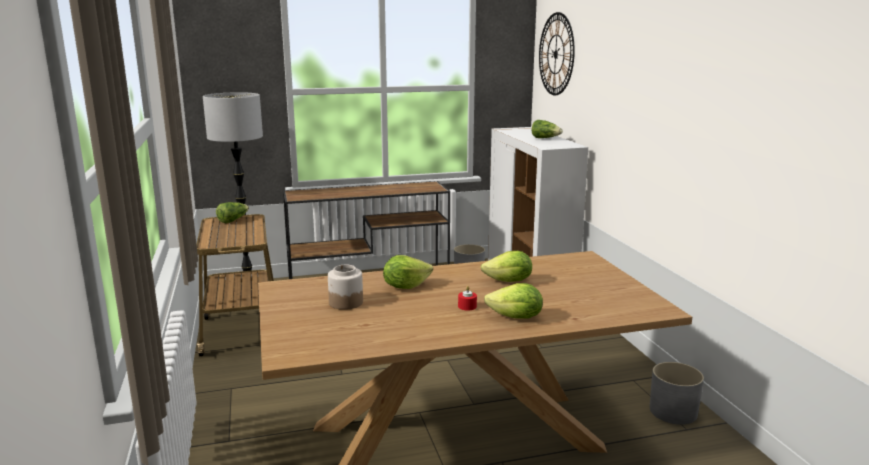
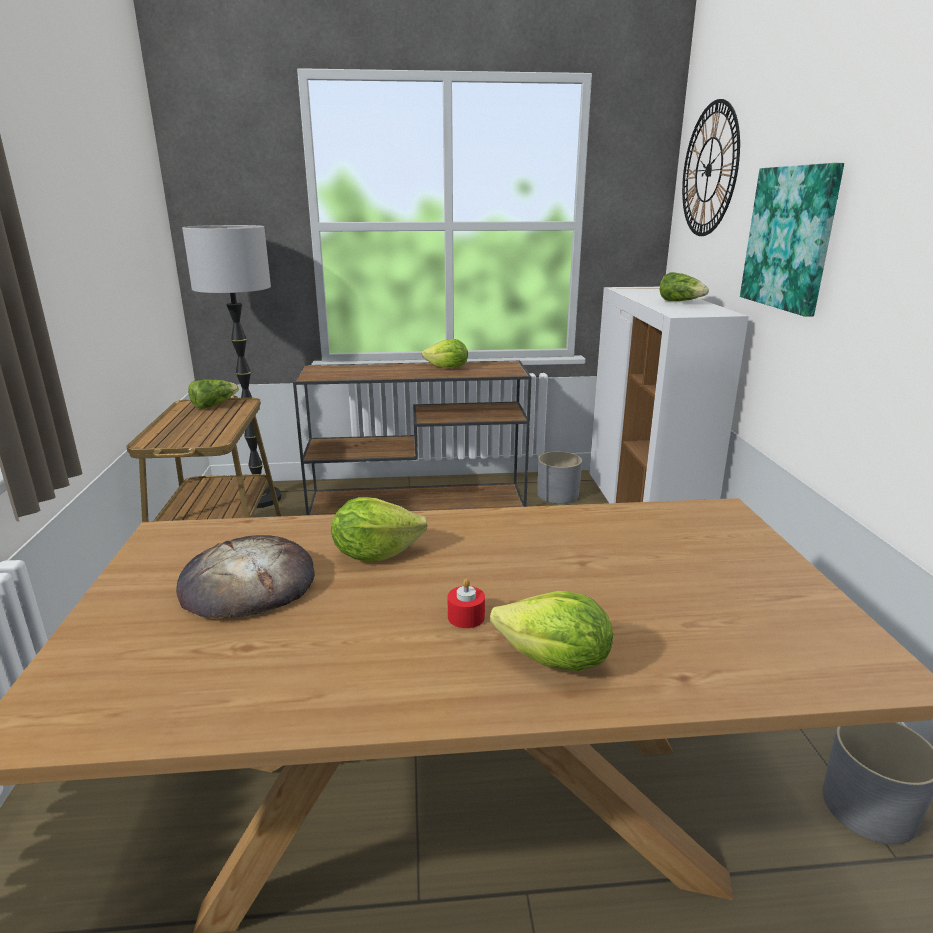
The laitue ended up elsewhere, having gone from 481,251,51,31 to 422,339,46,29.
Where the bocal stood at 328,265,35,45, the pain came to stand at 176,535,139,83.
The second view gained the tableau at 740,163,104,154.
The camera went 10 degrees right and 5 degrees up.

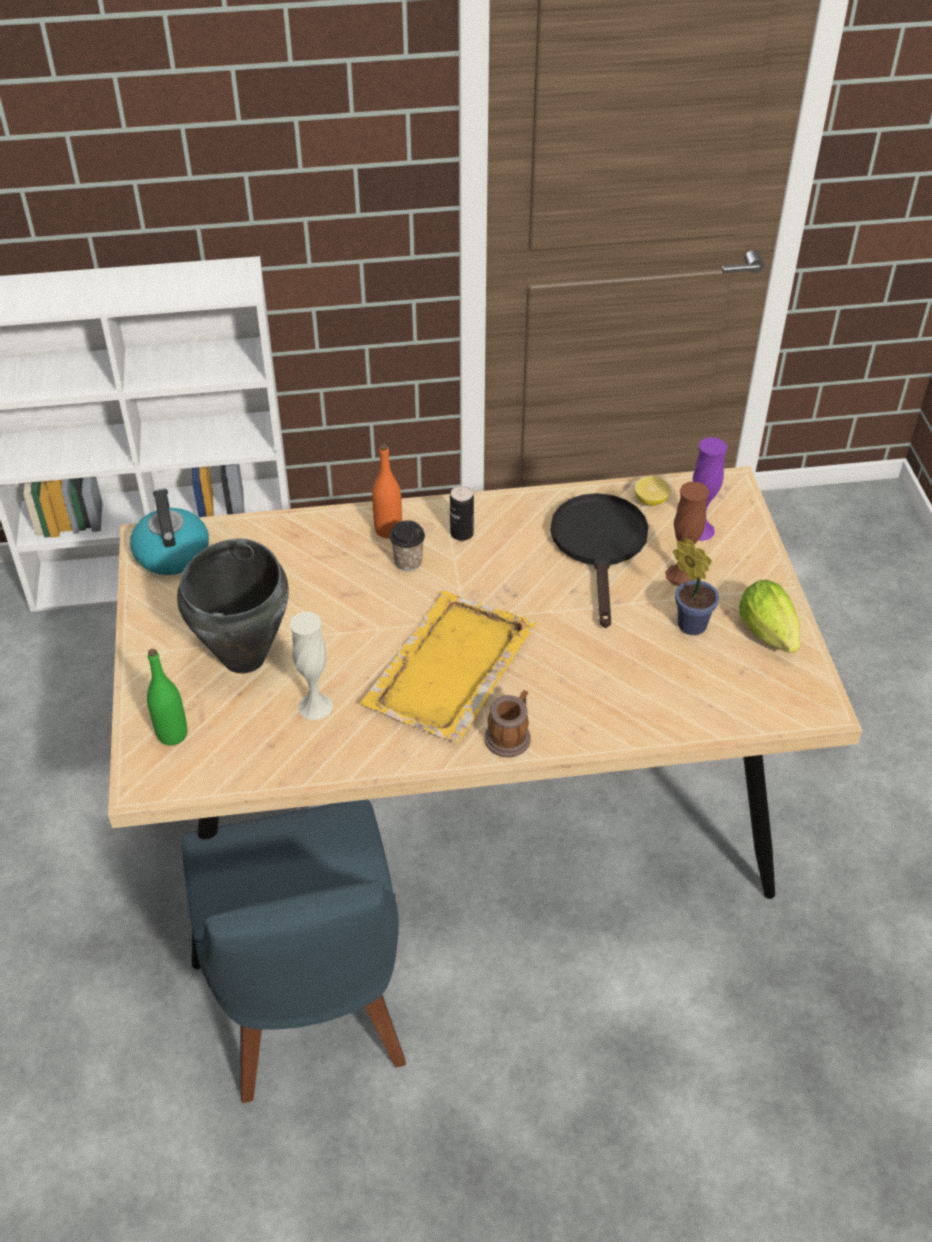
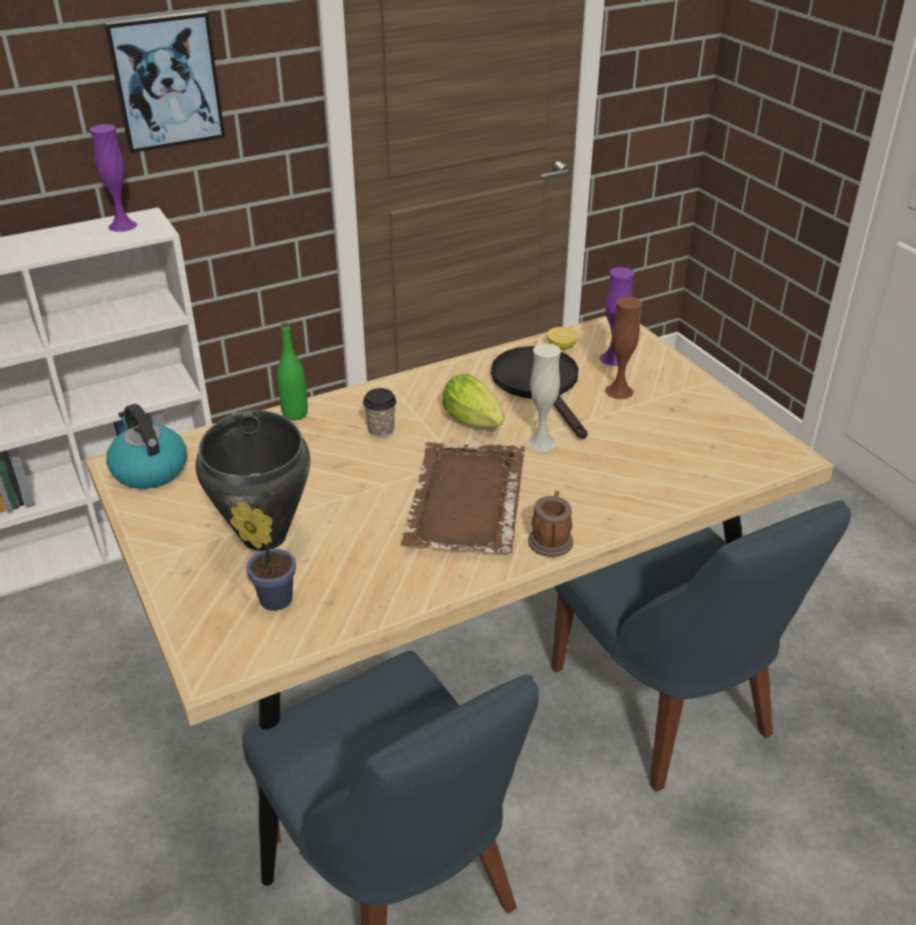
The second view lost the bouteille/orange at 372,444,30,95.
The second view lost the boîte métallique at 450,486,24,55.
The plante en pot ended up elsewhere, having gone from 673,538,46,97 to 230,502,66,109.
The laitue ended up elsewhere, having gone from 739,580,61,73 to 442,374,63,54.
What was the plateau/jaune at 360,591,176,152 turned into the plateau/marron at 401,442,124,111.
The vase/blanc ended up elsewhere, having gone from 289,612,44,108 to 526,343,35,109.
The bouteille/vert ended up elsewhere, having gone from 147,649,40,96 to 277,322,31,98.
The second view gained the tableau at 104,11,121,142.
The second view gained the vase/violet at 89,124,48,108.
The second view gained the chaise/bleu at 551,500,300,292.
The camera went 20 degrees left and 10 degrees down.

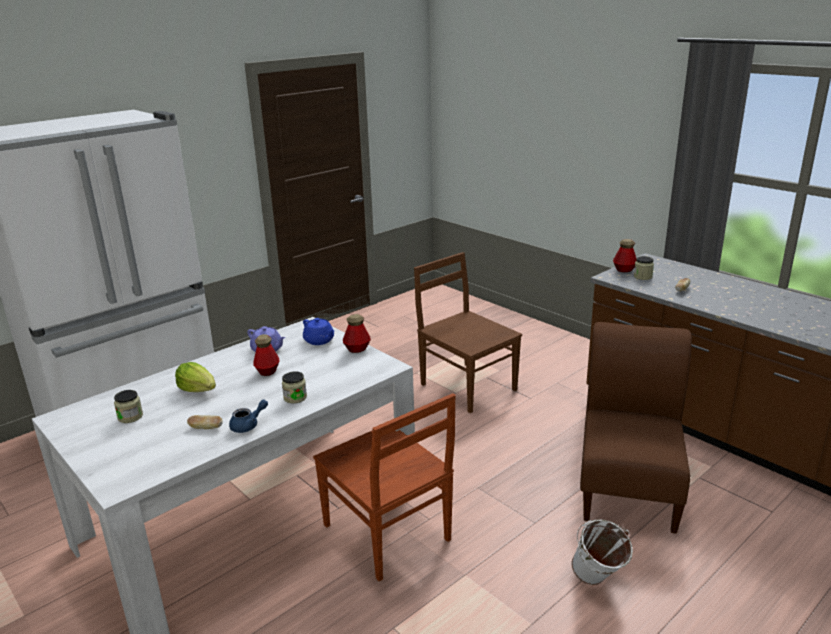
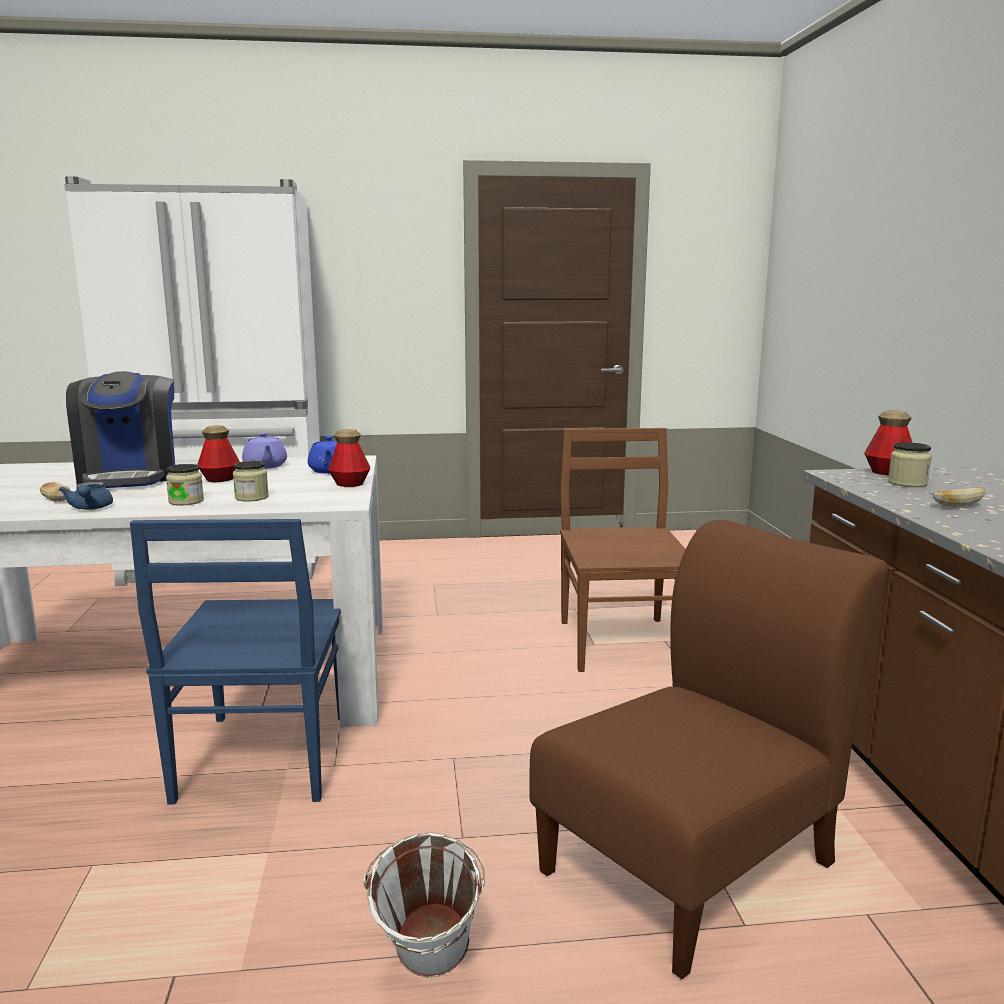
Where the laitue stood at 175,362,41,30, the machine à café came to stand at 66,371,109,117.
The bocal ended up elsewhere, having gone from 114,390,29,33 to 233,461,36,41.
What was the chaise/marron at 313,393,143,188 turned into the chaise/bleu at 130,519,211,285.
The théière/bleu at 229,400,39,33 ended up facing another way, 75 degrees clockwise from before.
The camera went 35 degrees right and 10 degrees down.

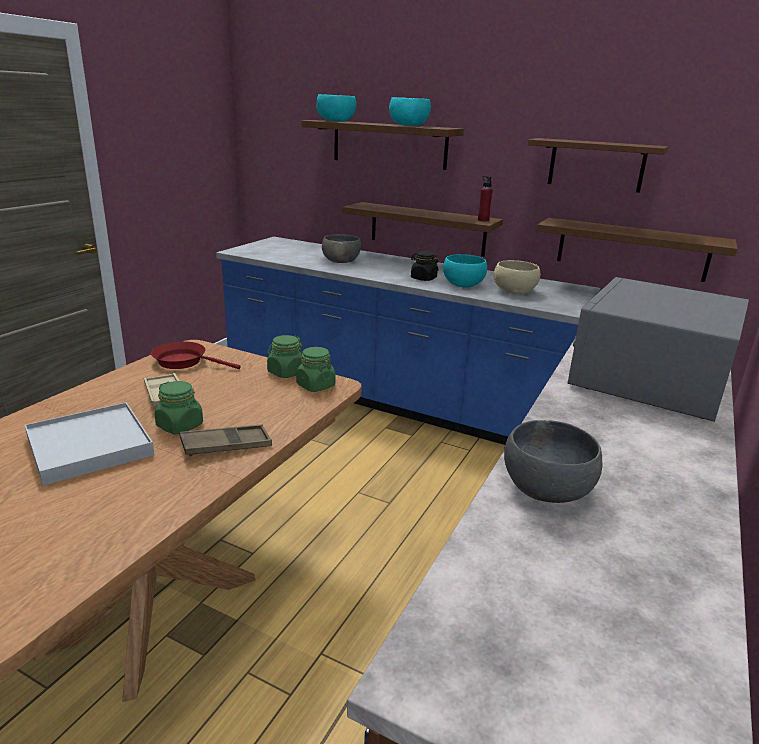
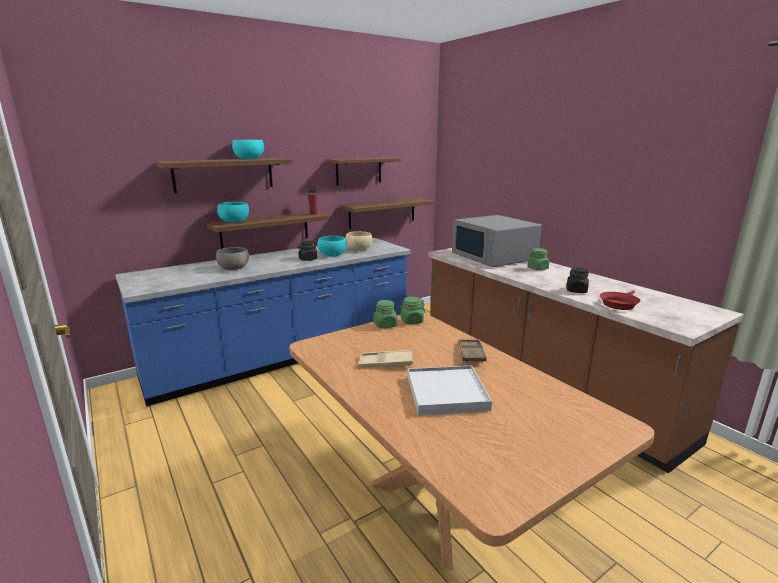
The bol/turquoise ended up elsewhere, having gone from 316,94,40,28 to 217,202,32,21.
The poêle/rouge ended up elsewhere, having gone from 151,341,90,28 to 600,291,41,19.
The bocal/vert ended up elsewhere, having gone from 155,381,48,53 to 528,248,21,22.
Where the bol/gris stood at 504,420,98,83, the bocal/noir came to stand at 567,267,22,26.
The camera went 60 degrees left and 5 degrees down.

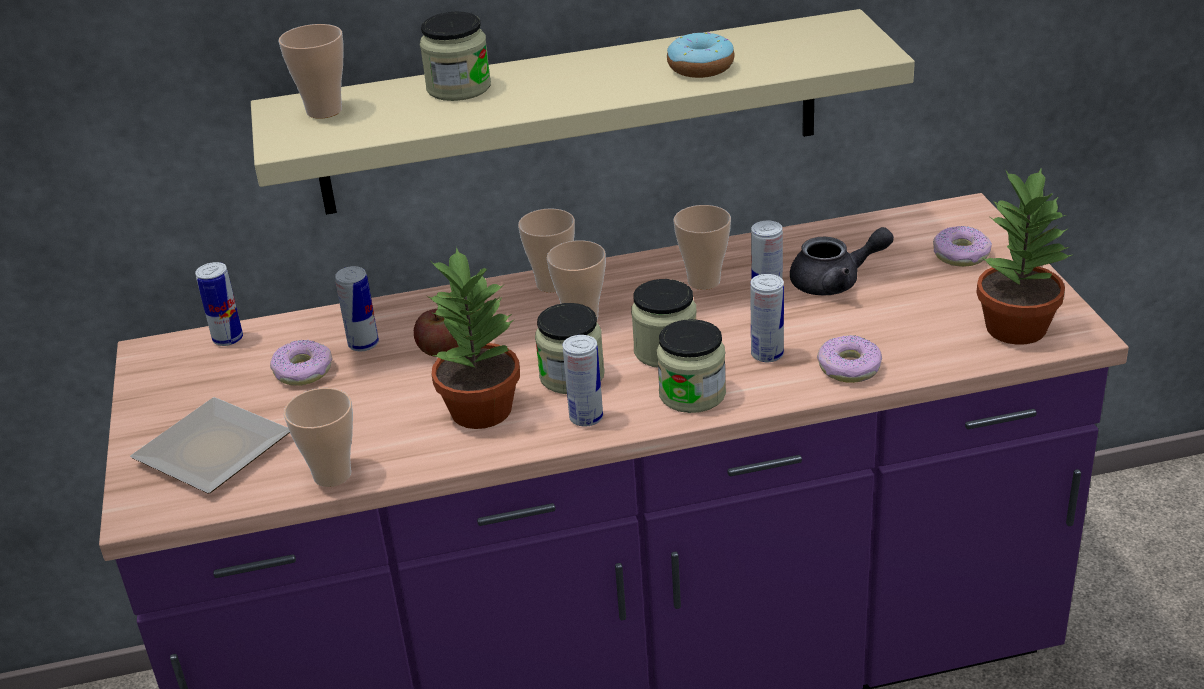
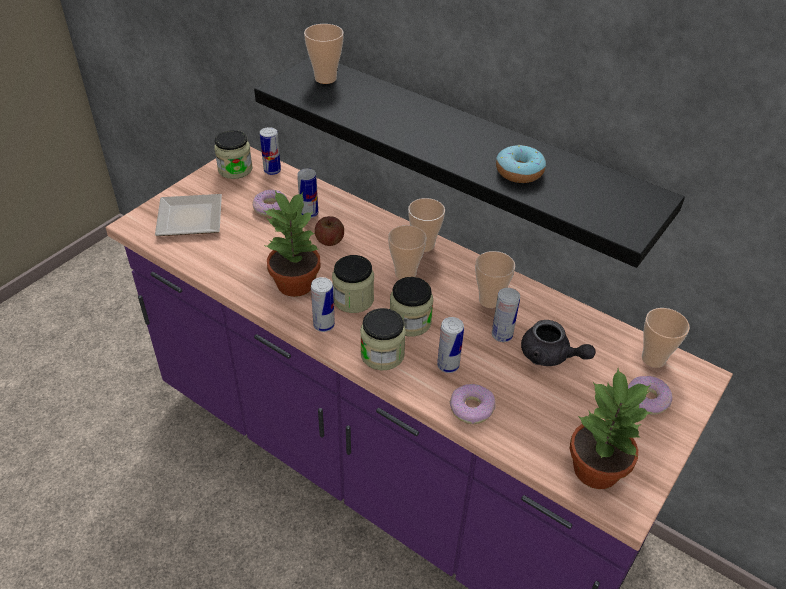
What was the étagère/beige at 251,9,664,206 turned into the étagère/noir at 254,57,431,211.
The bocal ended up elsewhere, having gone from 420,12,71,89 to 214,130,38,49.
The tasse ended up elsewhere, having gone from 284,388,69,99 to 642,308,48,60.
The camera went 45 degrees right and 10 degrees up.

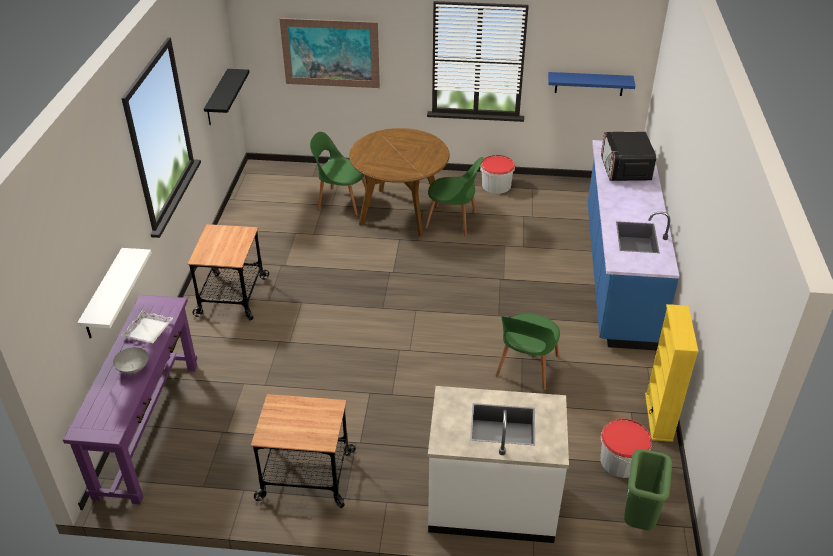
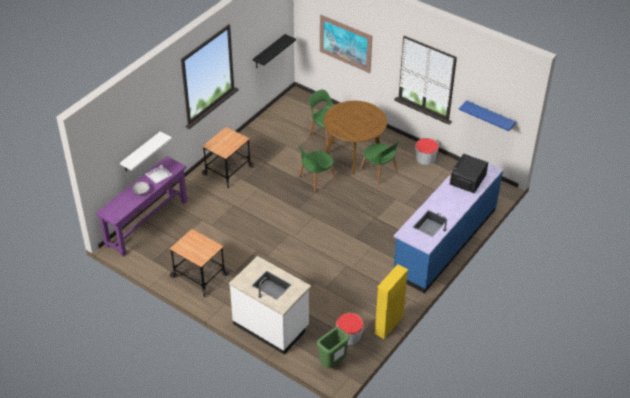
The chaise/vert ended up elsewhere, having gone from 496,314,64,76 to 298,145,39,47.
The camera went 30 degrees right and 5 degrees up.

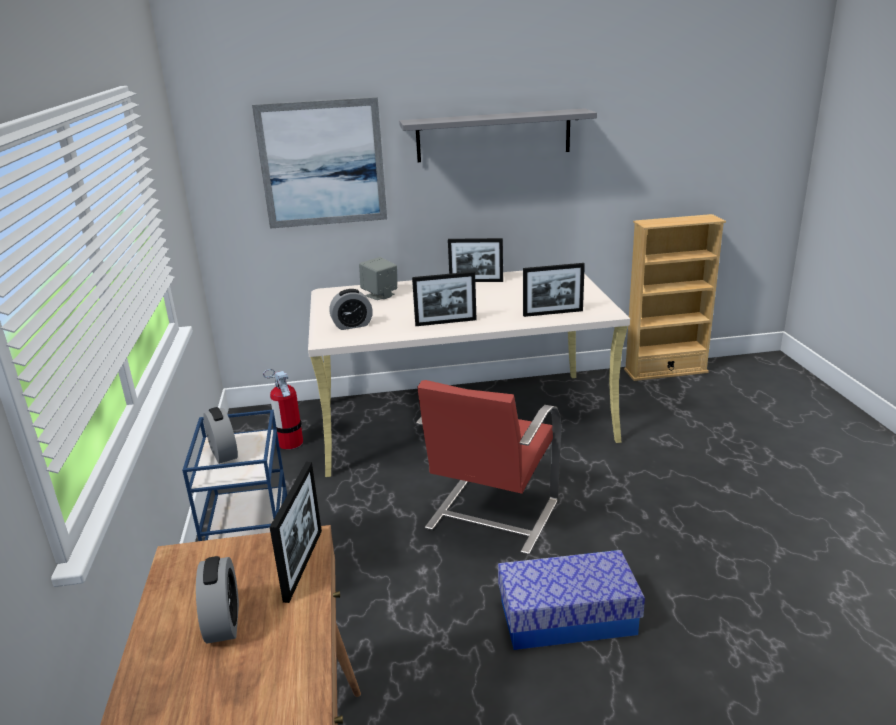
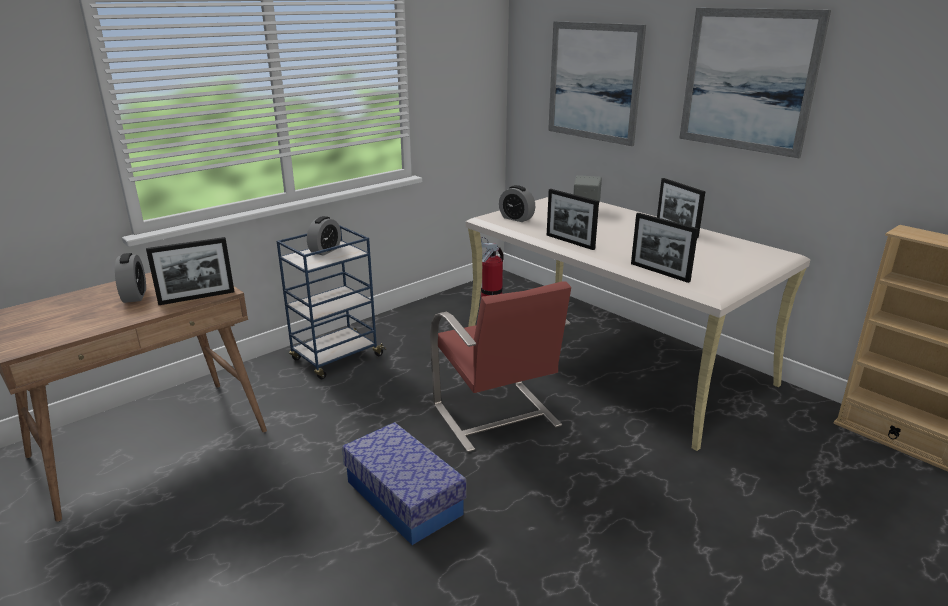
Where the étagère/gris hung at 399,108,198,54, the tableau came to hang at 679,8,152,150.
The chaise/rouge at 416,380,145,175 ended up facing another way, 105 degrees counterclockwise from before.
The réveil at 196,556,43,88 ended up facing another way, 60 degrees counterclockwise from before.
The camera went 55 degrees right and 0 degrees up.

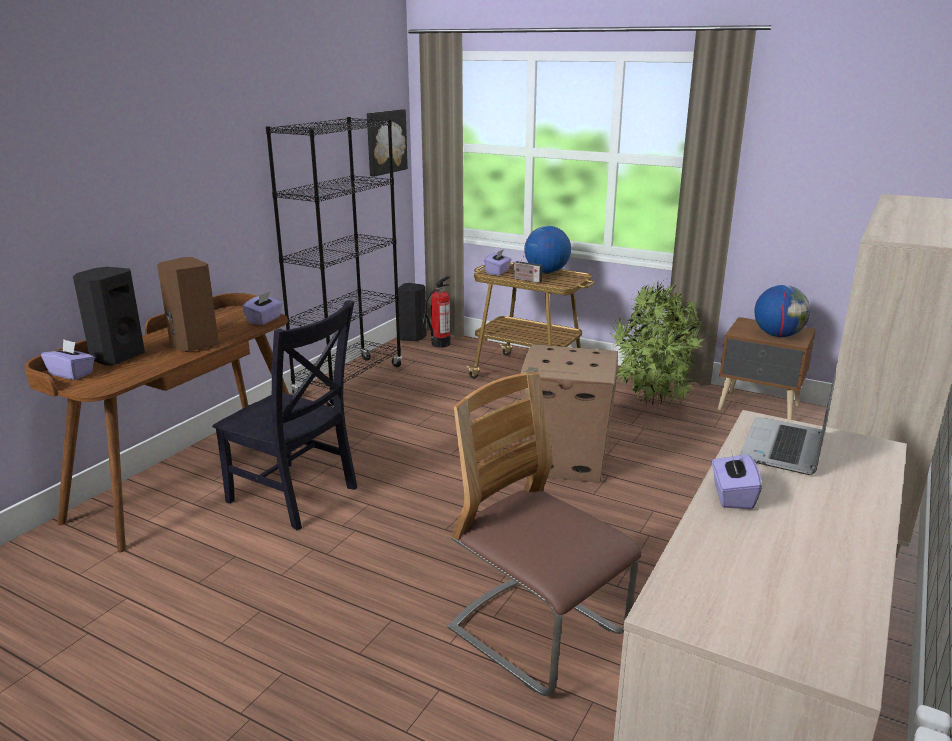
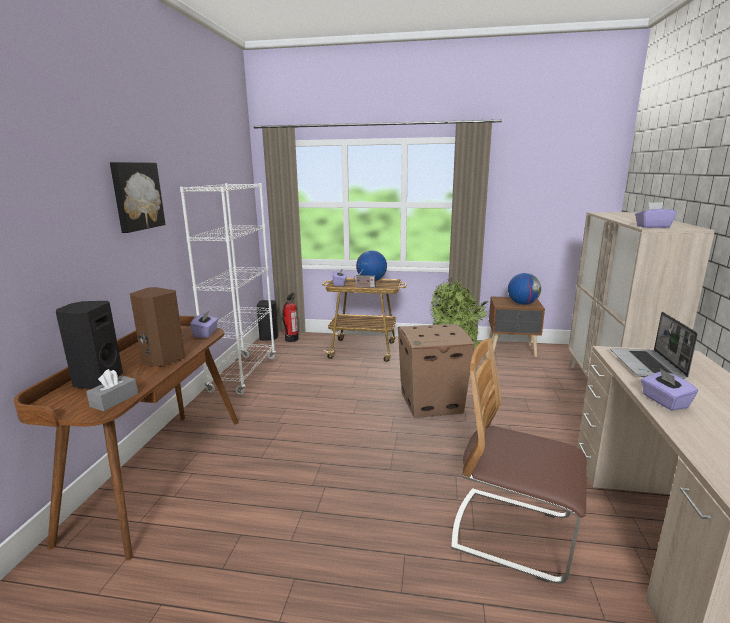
The tableau ended up elsewhere, having gone from 367,109,41,68 to 110,162,56,71.
What was the bibliothèque/noir at 266,117,136,289 turned into the bibliothèque/blanc at 180,183,96,212.
The second view lost the chaise/noir at 212,300,145,230.
The boîte à mouchoirs/violet ended up elsewhere, having gone from 41,339,54,41 to 635,202,42,26.
The second view gained the boîte à mouchoirs/gris at 87,369,51,42.
The camera went 20 degrees left and 5 degrees down.

